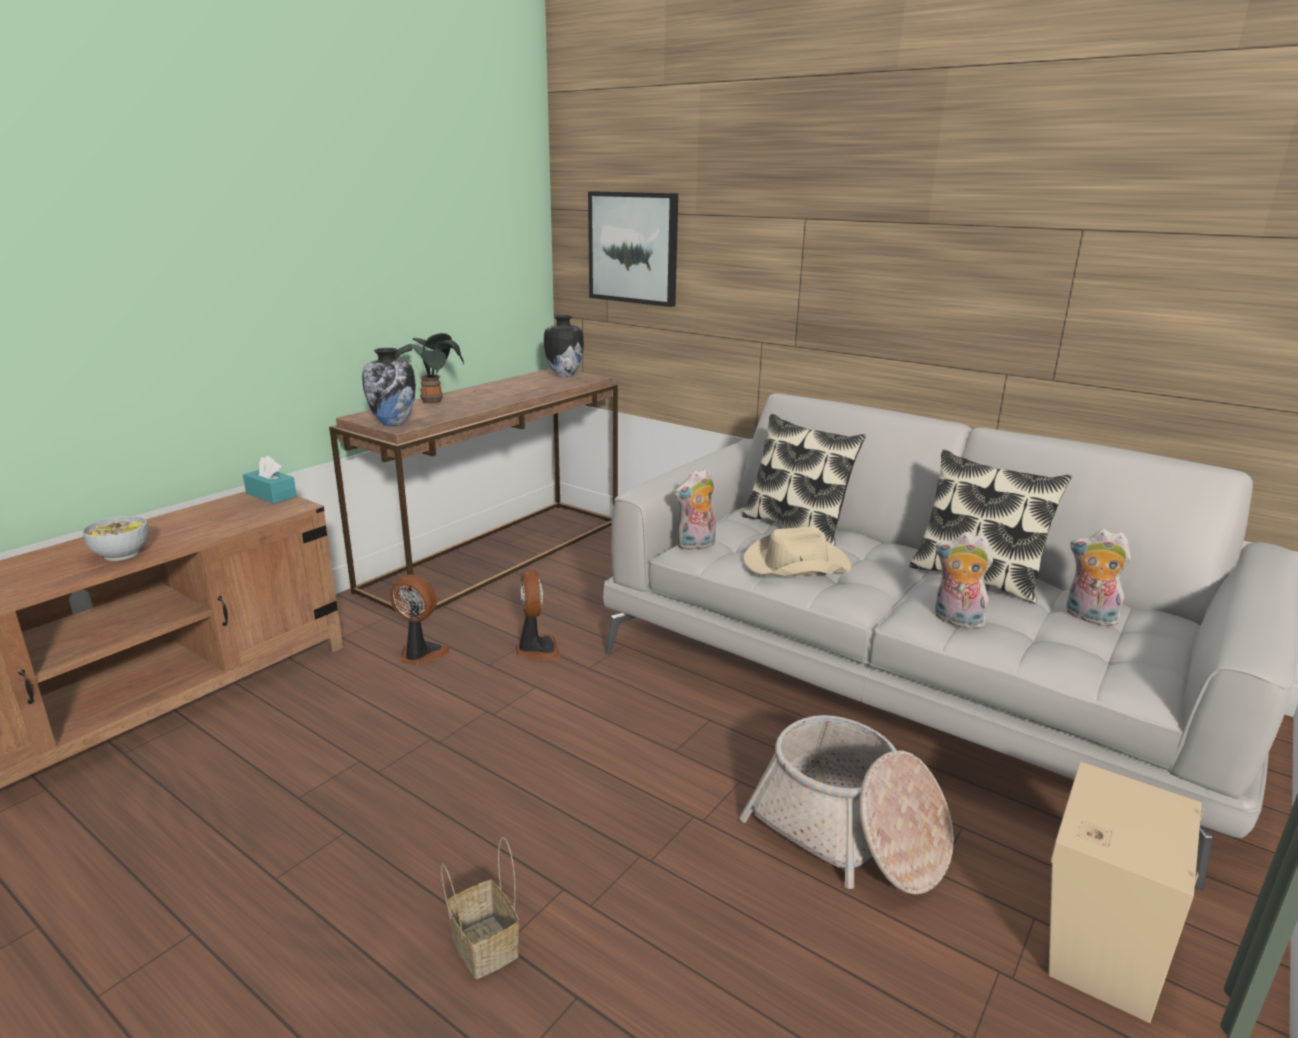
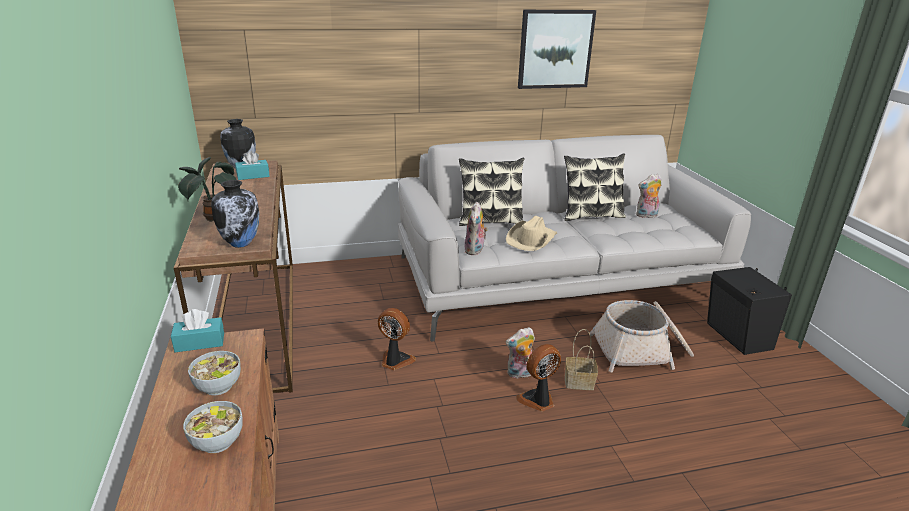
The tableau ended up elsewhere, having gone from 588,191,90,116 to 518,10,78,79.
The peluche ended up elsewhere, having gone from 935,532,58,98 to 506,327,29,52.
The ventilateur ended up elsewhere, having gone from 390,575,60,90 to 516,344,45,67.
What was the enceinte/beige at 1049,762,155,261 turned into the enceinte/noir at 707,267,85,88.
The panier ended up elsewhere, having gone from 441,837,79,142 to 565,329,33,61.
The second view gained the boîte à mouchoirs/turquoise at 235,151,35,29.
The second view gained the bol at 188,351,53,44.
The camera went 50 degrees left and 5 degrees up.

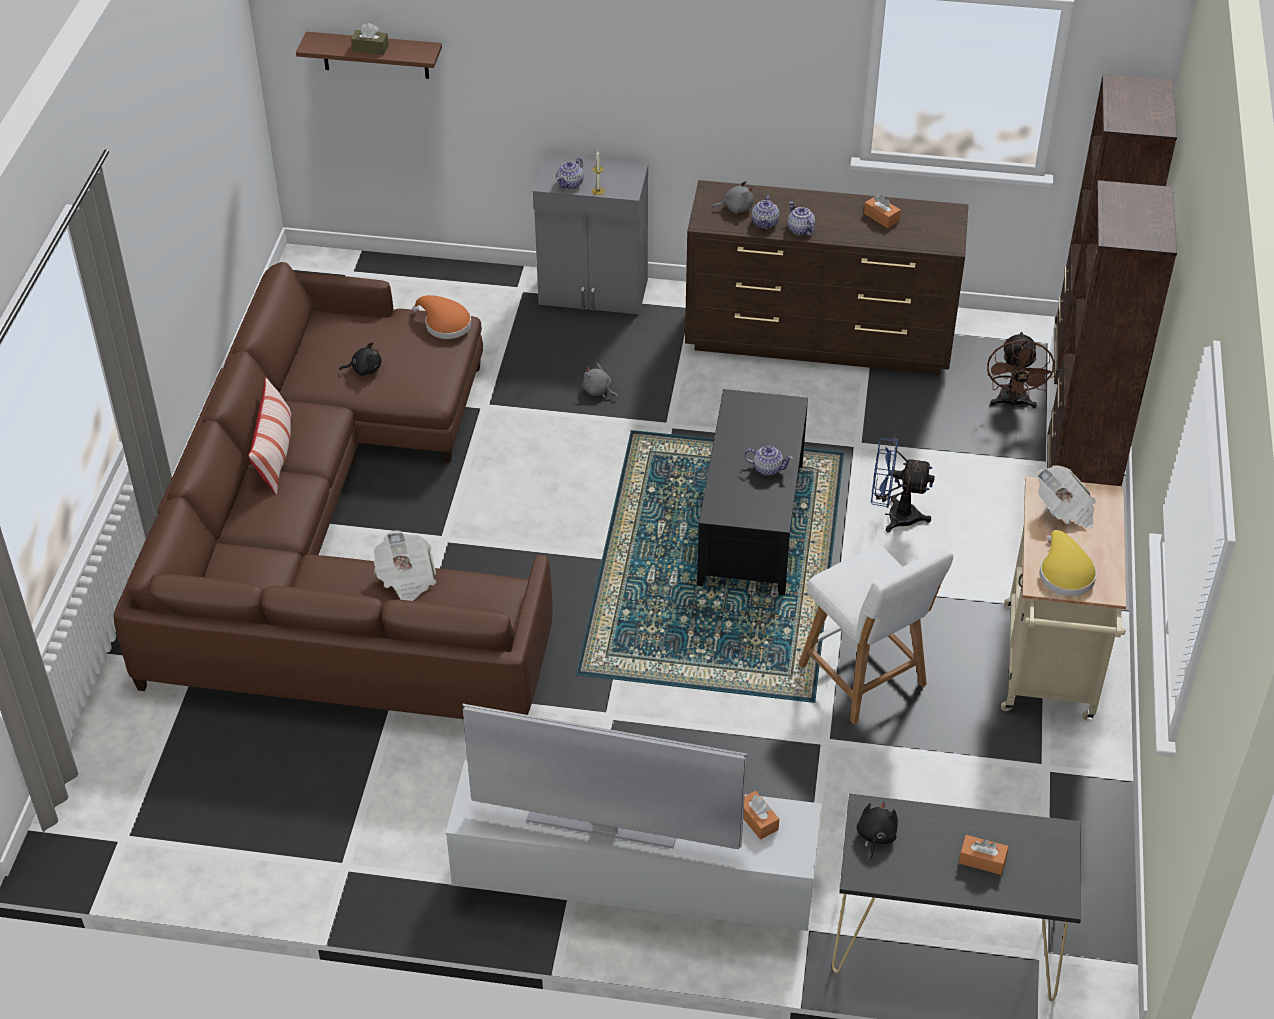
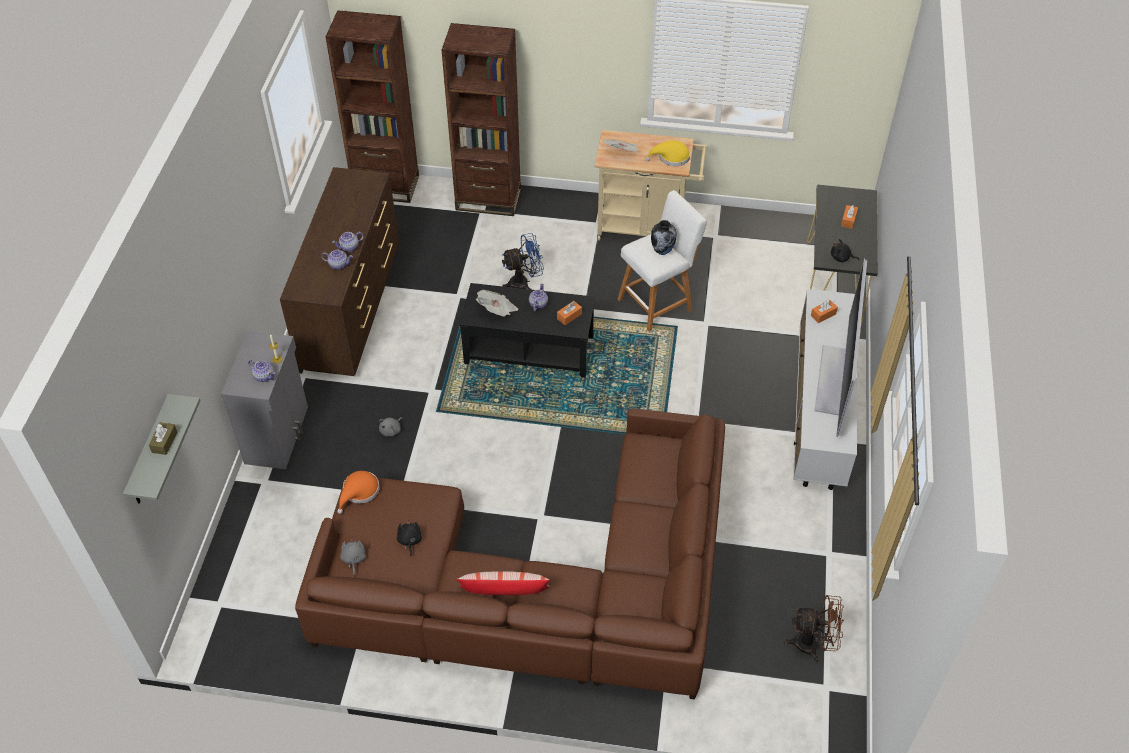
What was the étagère/marron at 296,32,146,47 turned into the étagère/gris at 123,394,78,110.
The peluche/gris ended up elsewhere, having gone from 712,181,42,32 to 340,538,26,37.
The boîte à mouchoirs/orange ended up elsewhere, having gone from 864,195,37,33 to 557,301,25,24.
The ventilateur/marron ended up elsewhere, having gone from 987,332,68,77 to 784,595,60,67.
The ventilateur/bleu at 871,438,64,94 ended up facing another way, 120 degrees counterclockwise from before.
The journal ended up elsewhere, having gone from 374,530,62,71 to 476,290,42,27.
The second view gained the vase at 651,220,26,35.
The camera went 90 degrees left and 5 degrees up.

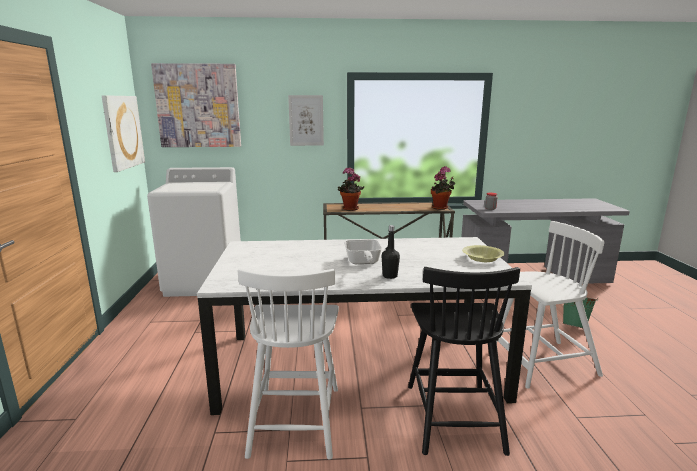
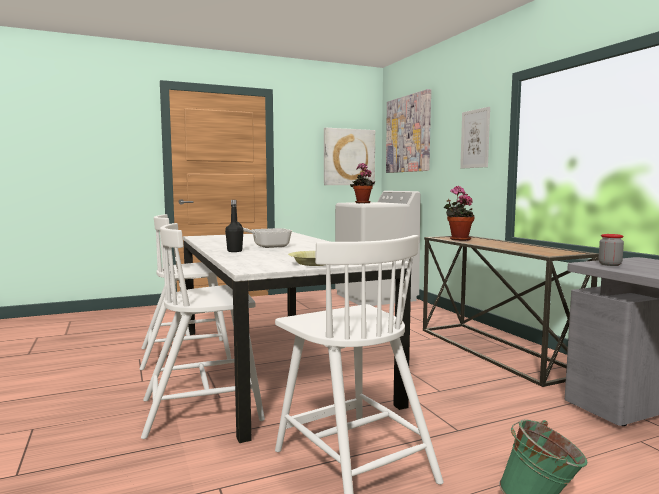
The plante en pot ended up elsewhere, having gone from 431,166,24,44 to 350,163,25,40.
What was the chaise/noir at 408,267,112,189 turned into the chaise/blanc at 141,223,124,216.
The camera went 70 degrees right and 10 degrees down.

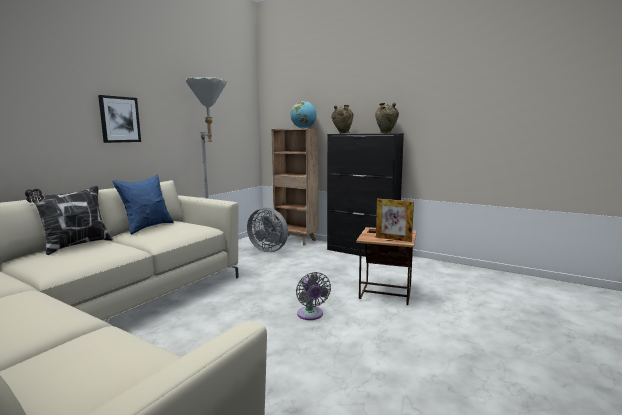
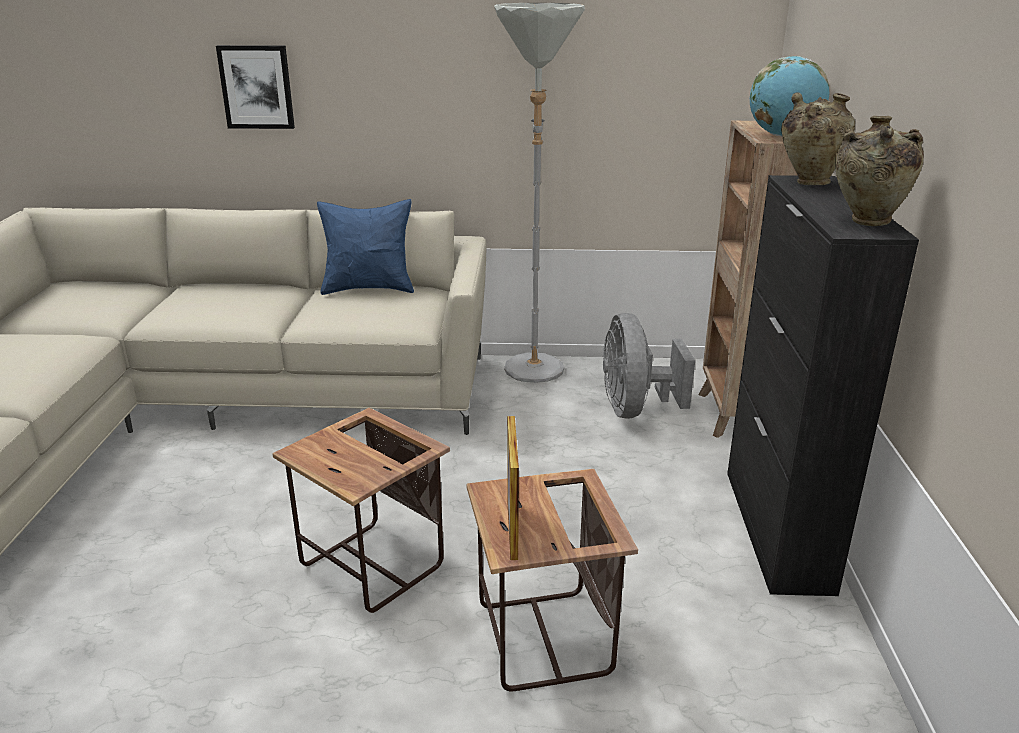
The tableau ended up elsewhere, having gone from 98,95,43,48 to 216,45,79,84.
The second view lost the coussin at 25,186,88,69.
Where the ventilateur/gris stood at 296,272,35,48, the table d'appoint came to stand at 272,408,178,205.
The camera went 60 degrees right and 15 degrees up.

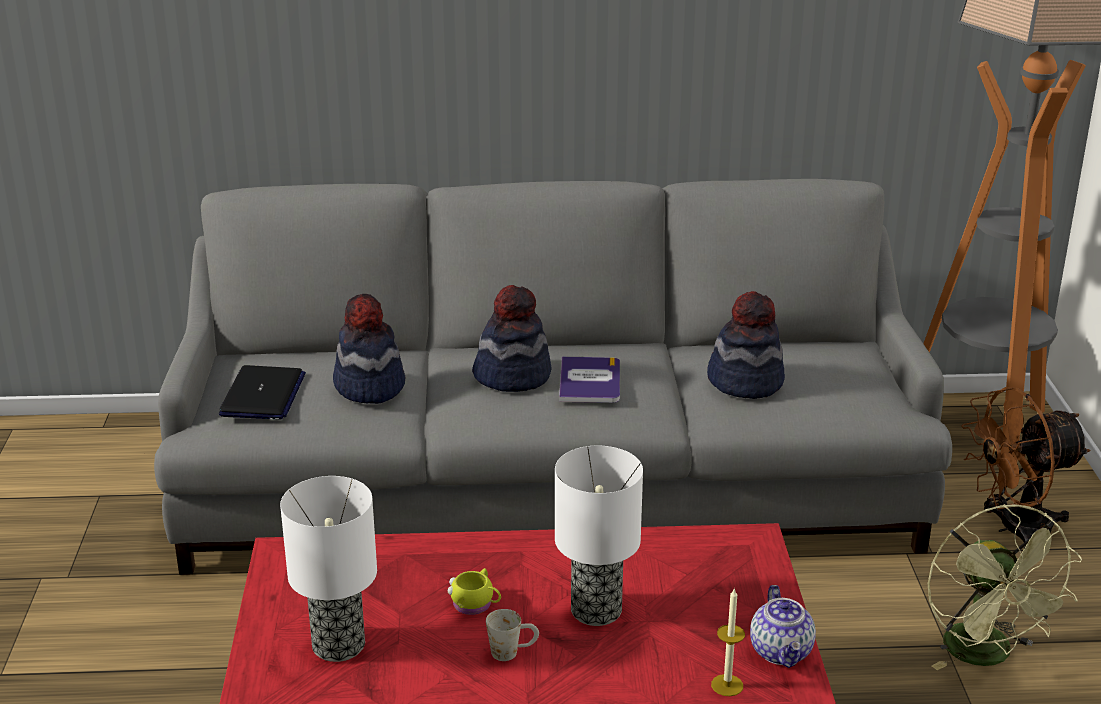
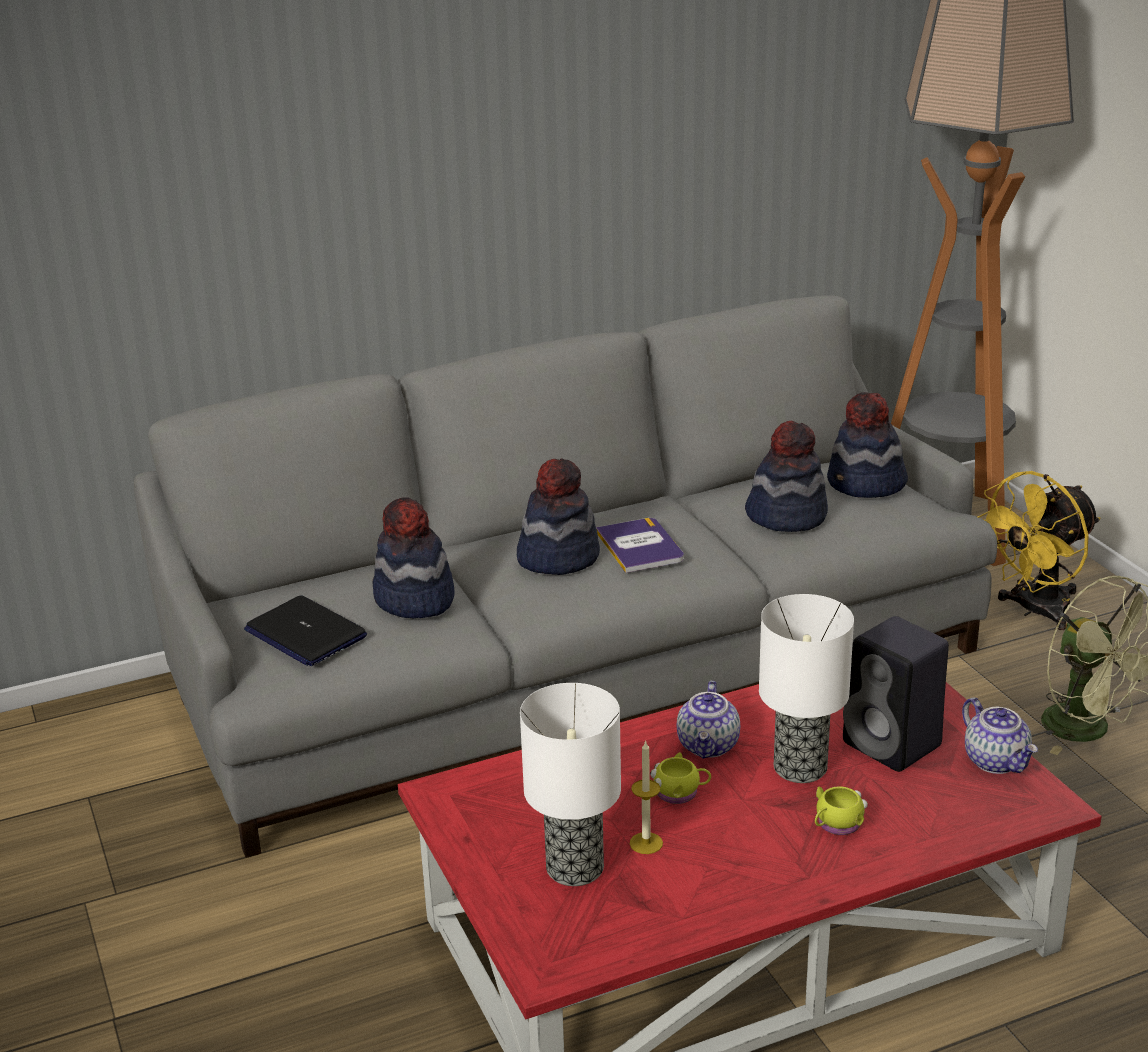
The ordinateur portable at 219,365,87,54 ended up facing another way, 150 degrees clockwise from before.
What was the ventilateur/marron at 961,387,129,161 turned into the ventilateur/jaune at 977,471,123,159.
The bougie ended up elsewhere, having gone from 711,588,34,108 to 630,740,33,114.
The second view lost the mug/blanc at 486,609,53,52.
The second view gained the chapeau at 827,392,81,106.
The second view gained the enceinte/noir at 843,616,106,156.
The second view gained the théière at 677,681,63,78.
The second view gained the mug/jaune at 815,786,53,49.
The camera went 20 degrees left and 0 degrees up.

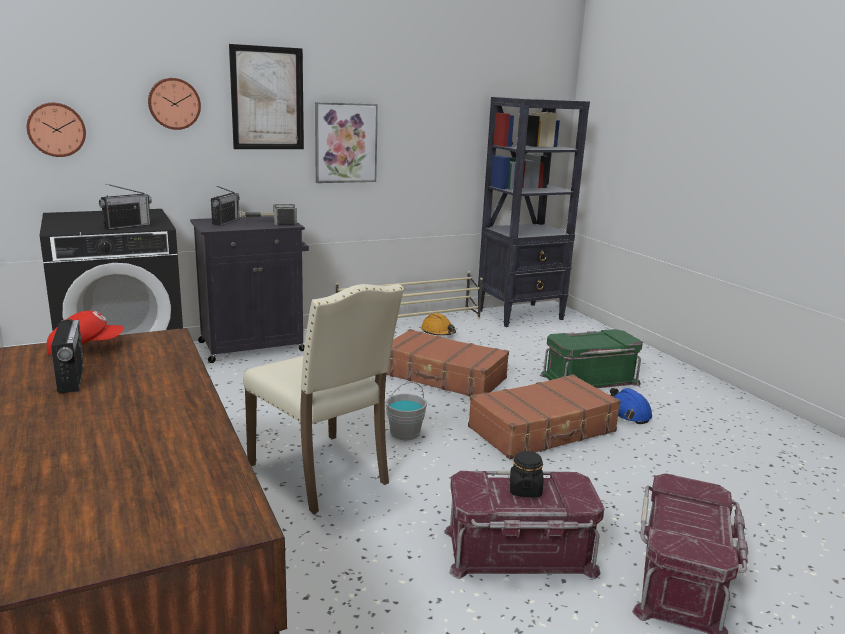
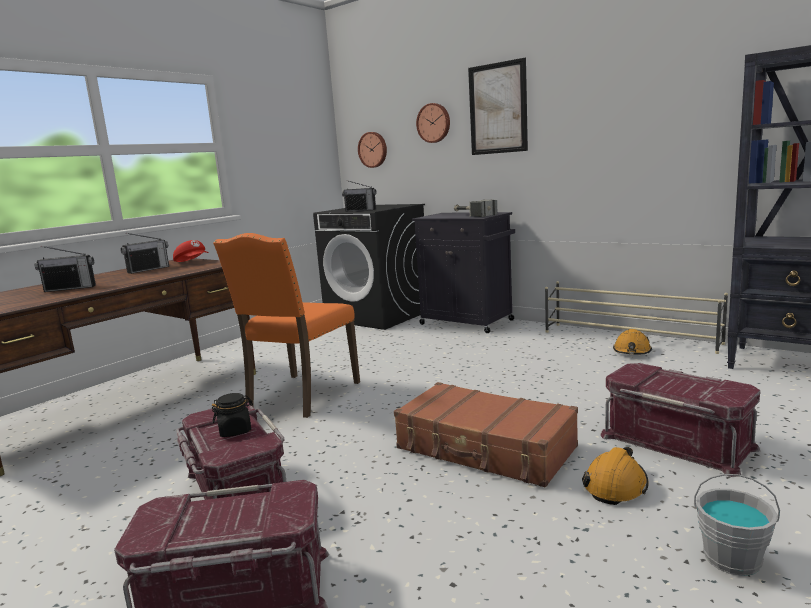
The second view lost the tableau at 315,102,63,81.
The radio ended up elsewhere, having gone from 211,186,29,40 to 35,246,61,46.
What was the chaise/beige at 243,284,161,230 turned into the chaise/orange at 213,233,147,185.
The second view lost the valise/marron at 386,329,123,68.
What was the boîte de rangement/vert at 540,329,103,59 turned into the boîte de rangement/rouge at 600,363,160,114.
The seau/gris ended up elsewhere, having gone from 385,382,42,58 to 694,474,86,102.
What was the casque de chantier/bleu at 610,388,42,36 turned into the casque de chantier/orange at 582,447,67,58.
The camera went 65 degrees right and 5 degrees down.

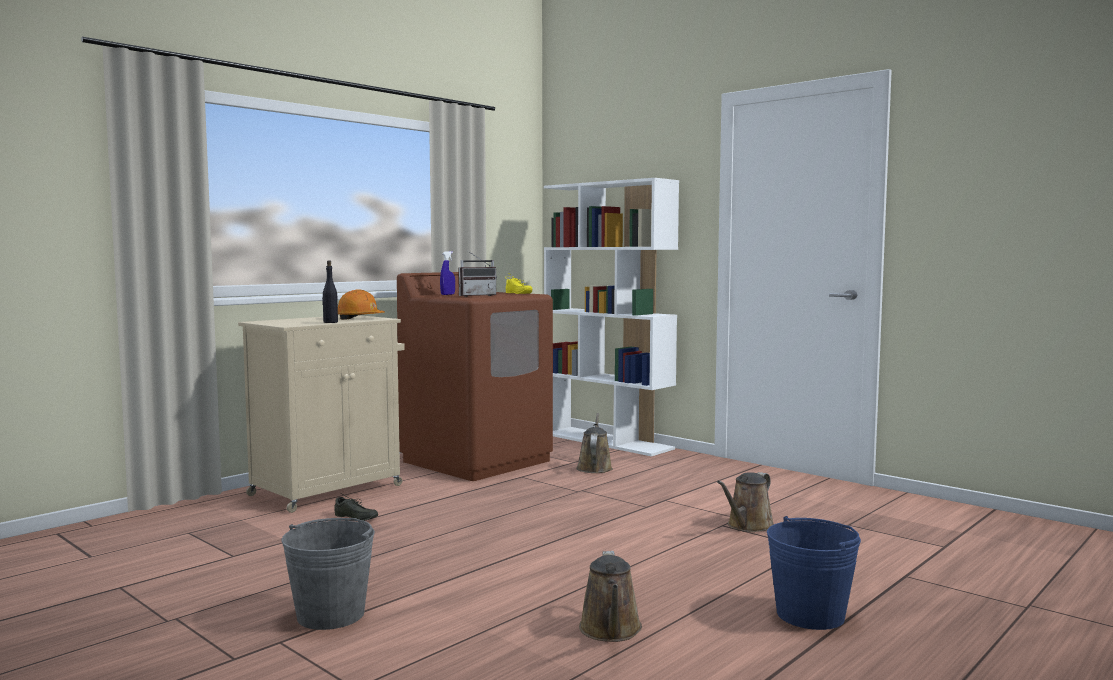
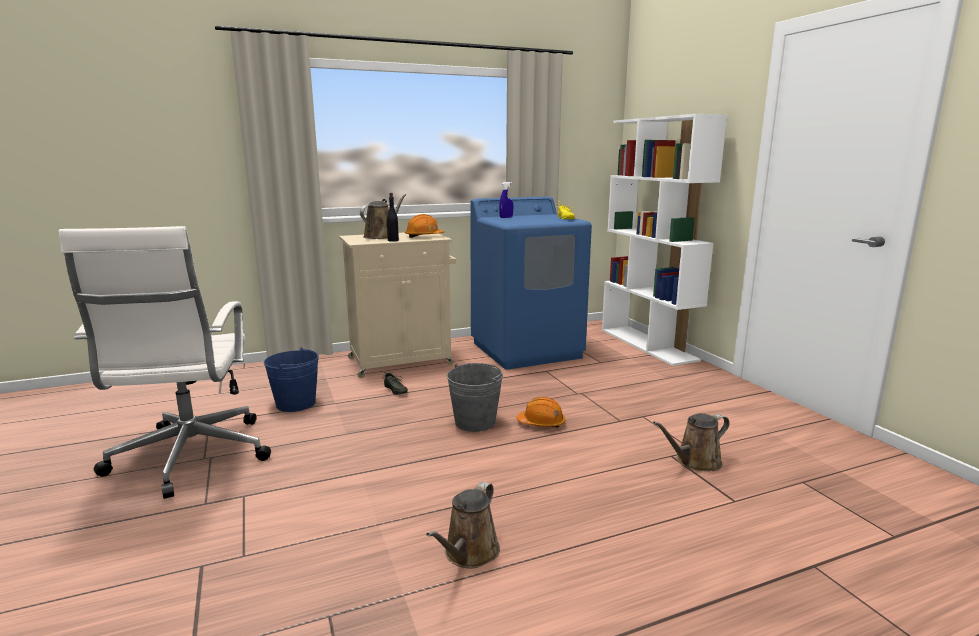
The second view lost the radio at 458,251,39,46.
What was the lave-linge/marron at 397,272,156,209 turned into the lave-linge/bleu at 470,196,122,174.
The arrosoir/marron ended up elsewhere, having gone from 576,413,37,60 to 360,194,47,45.
The seau/bleu ended up elsewhere, having gone from 767,516,94,114 to 264,347,55,65.
The seau/gris ended up elsewhere, having gone from 281,518,94,112 to 447,363,56,69.
The second view gained the chaise de bureau/blanc at 59,226,212,273.
The second view gained the casque de chantier/orange at 517,397,48,31.
The camera went 25 degrees right and 10 degrees up.

